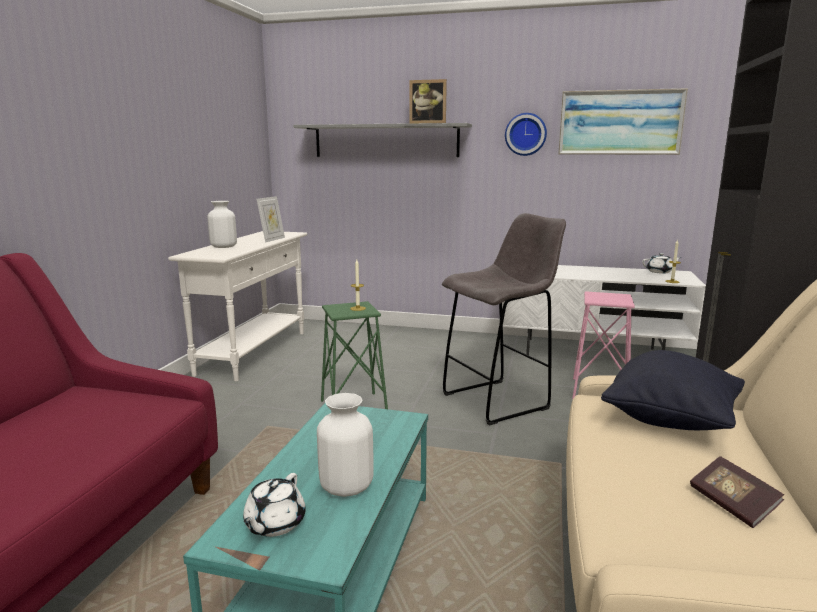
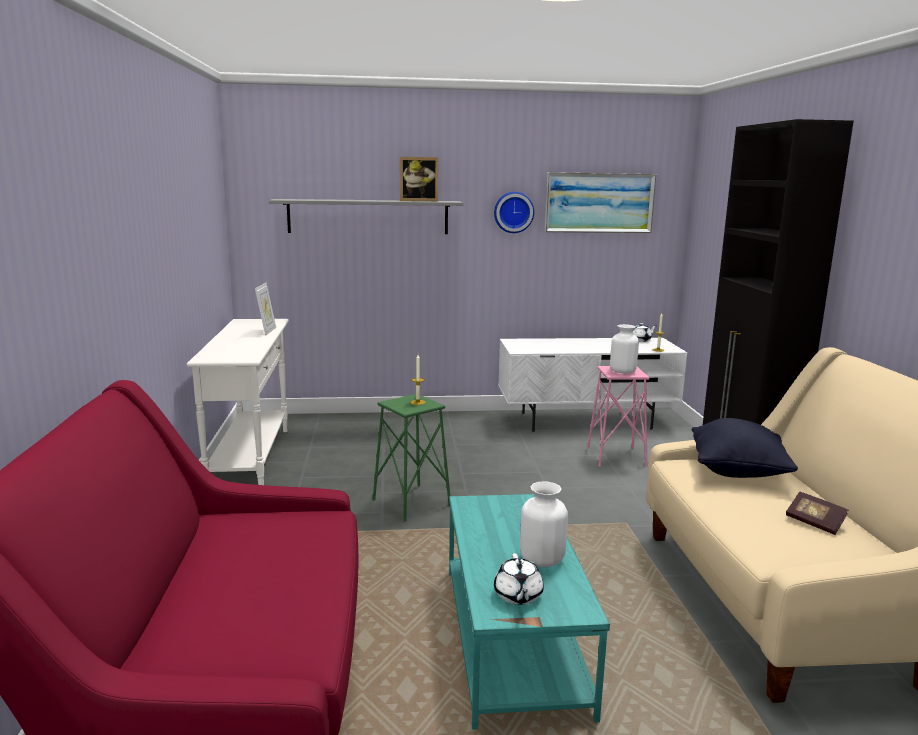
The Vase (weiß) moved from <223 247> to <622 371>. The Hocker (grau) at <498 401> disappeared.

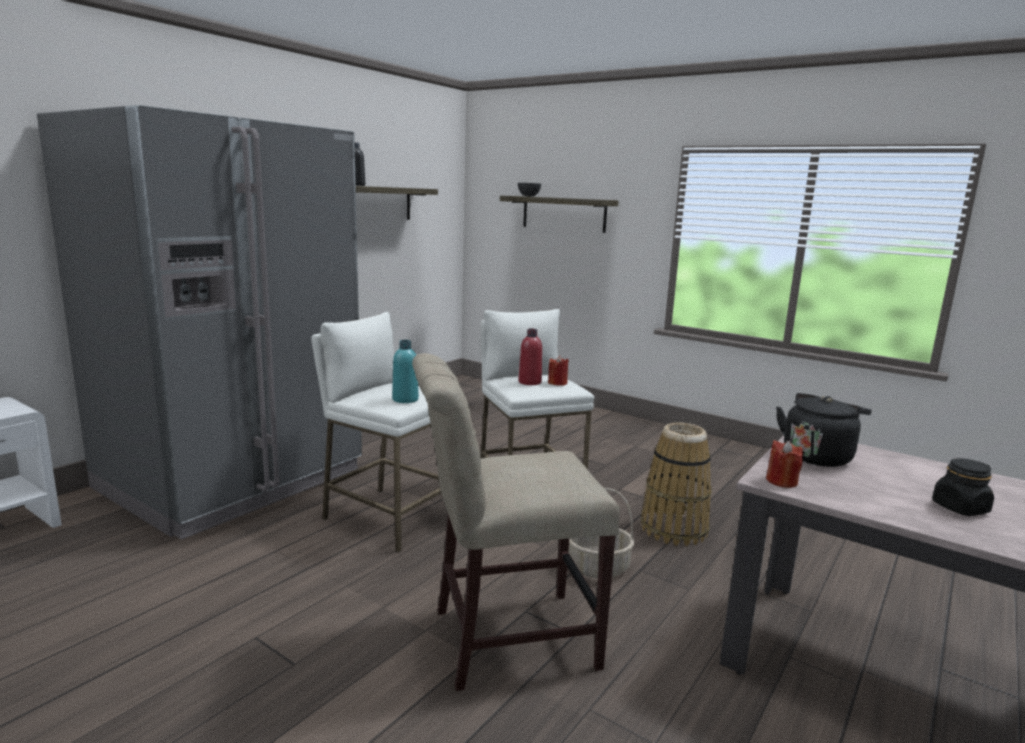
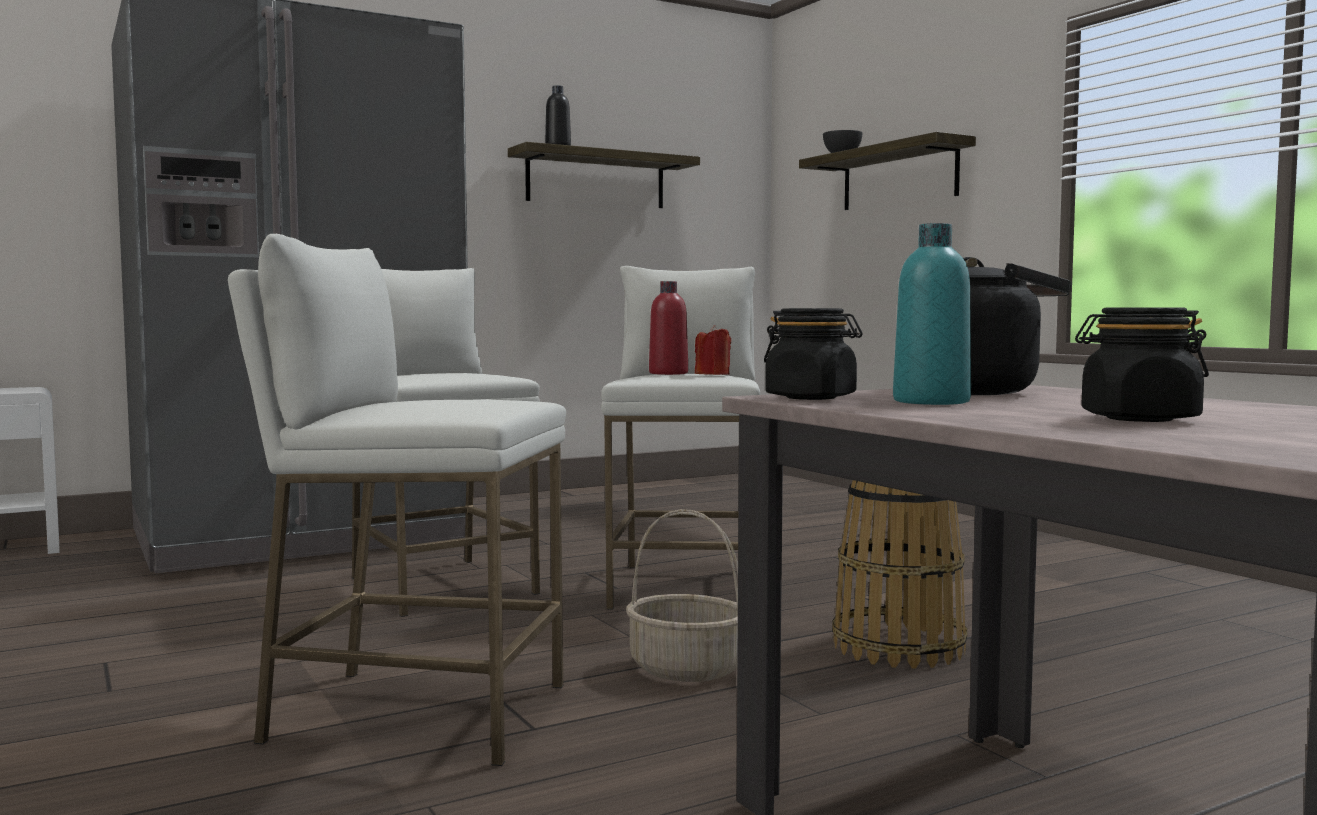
The Stuhl (beige) at <504 638> was replaced by the Hocker (weiß) at <416 714>. The Kerze (rot) at <781 481> was replaced by the Vorratsglas (schwarz) at <811 397>. The Flasche (türkis) moved from <405 399> to <931 401>.

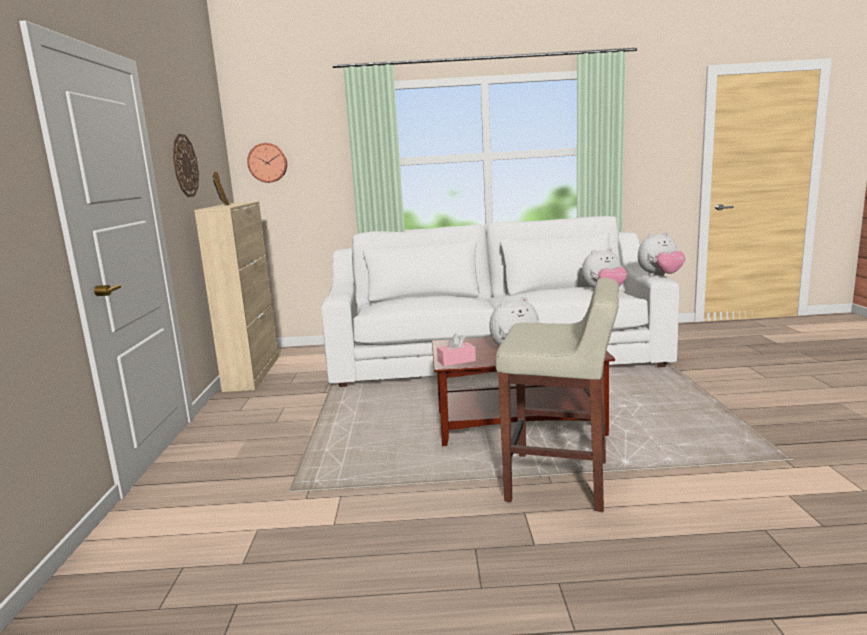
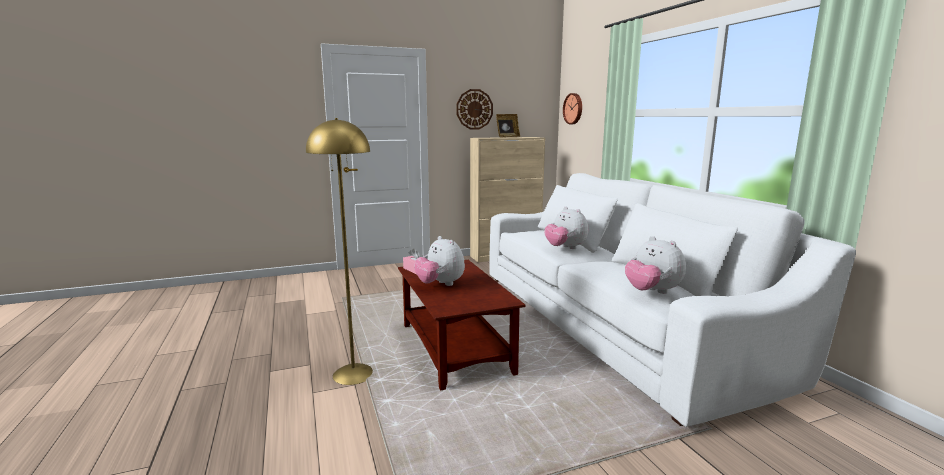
The Hocker (beige) at <560 481> was replaced by the Stehlampe (gelb) at <353 374>. The Plüschtier moved from <660 276> to <565 248>.

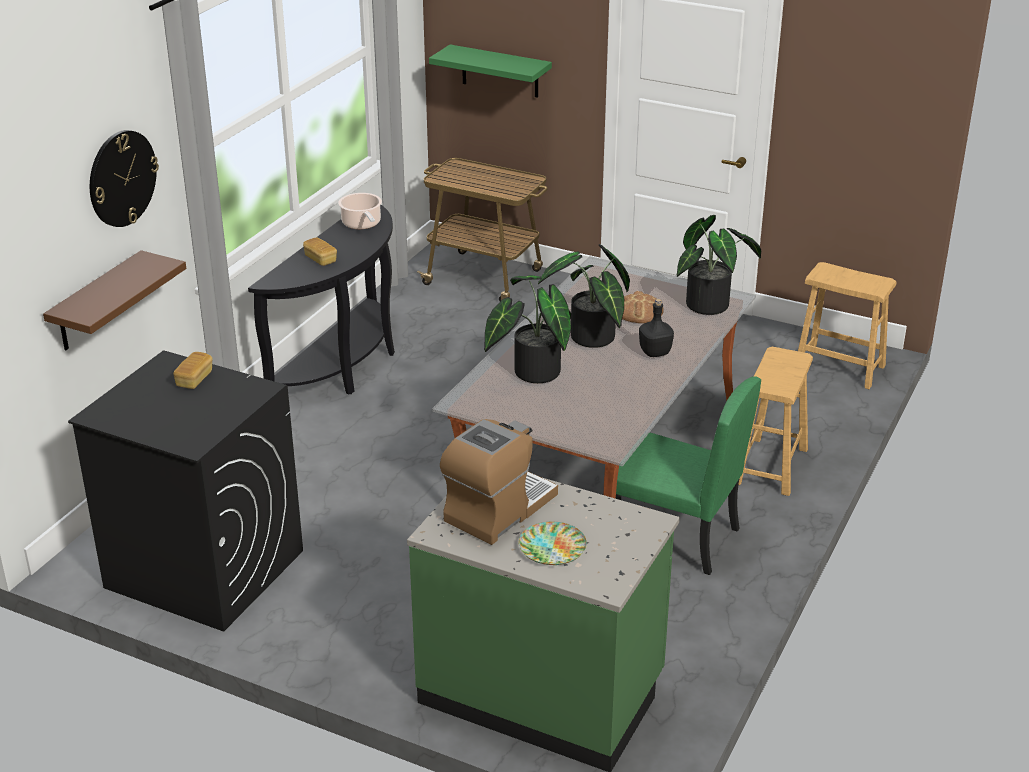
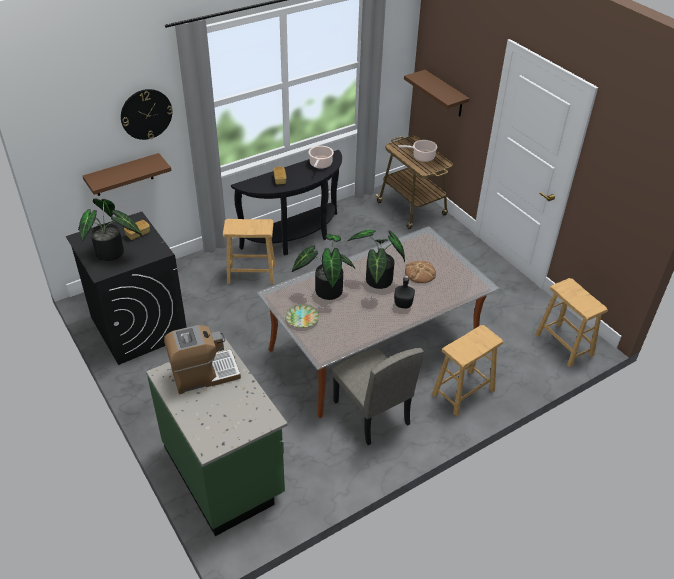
The Topfpflanze moved from <713 305> to <112 254>. The Hocker (braun) at <251 274> appeared. The Teller moved from <551 548> to <302 318>. The Stuhl (grün) at <675 536> became the Stuhl (beige) at <371 413>. The Kochtopf at <422 157> appeared. The Wandregal (grün) at <500 71> became the Wandregal (braun) at <445 94>.

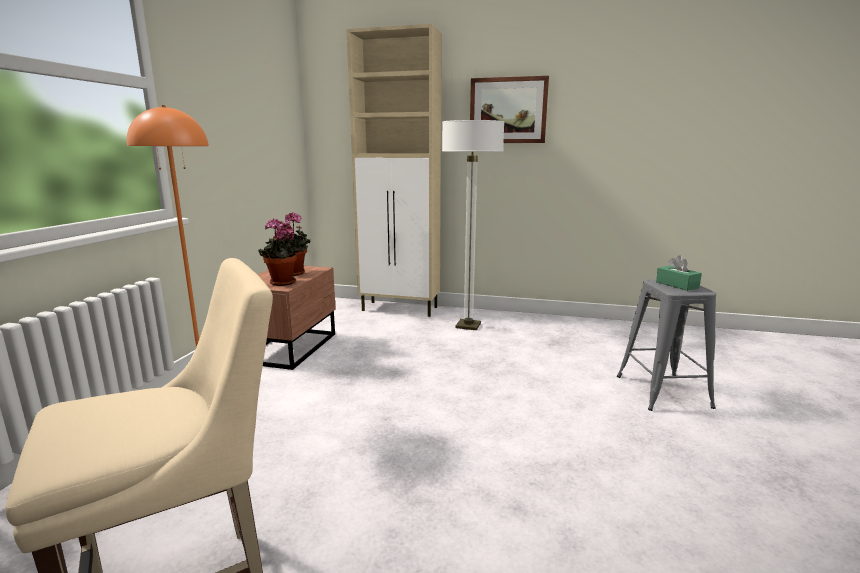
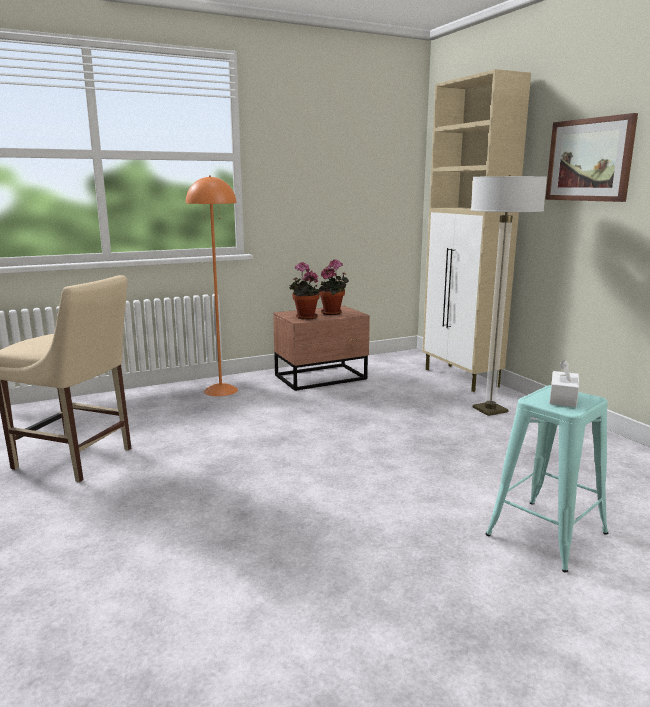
The Hocker (grau) at <662 391> became the Hocker (türkis) at <546 534>. The Taschentuchbox (grün) at <677 285> became the Taschentuchbox (weiß) at <563 398>.

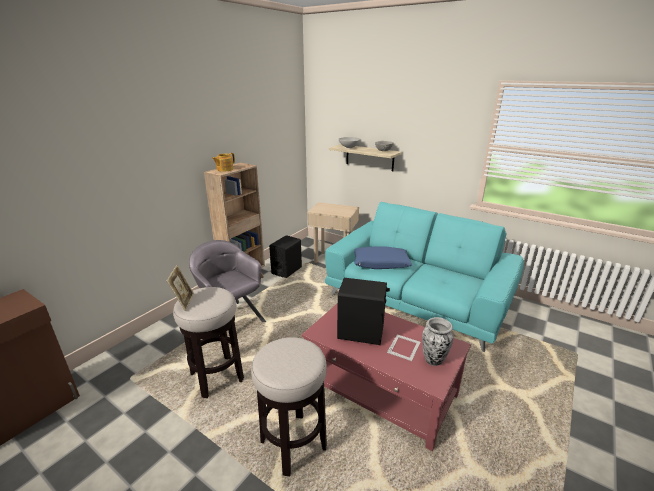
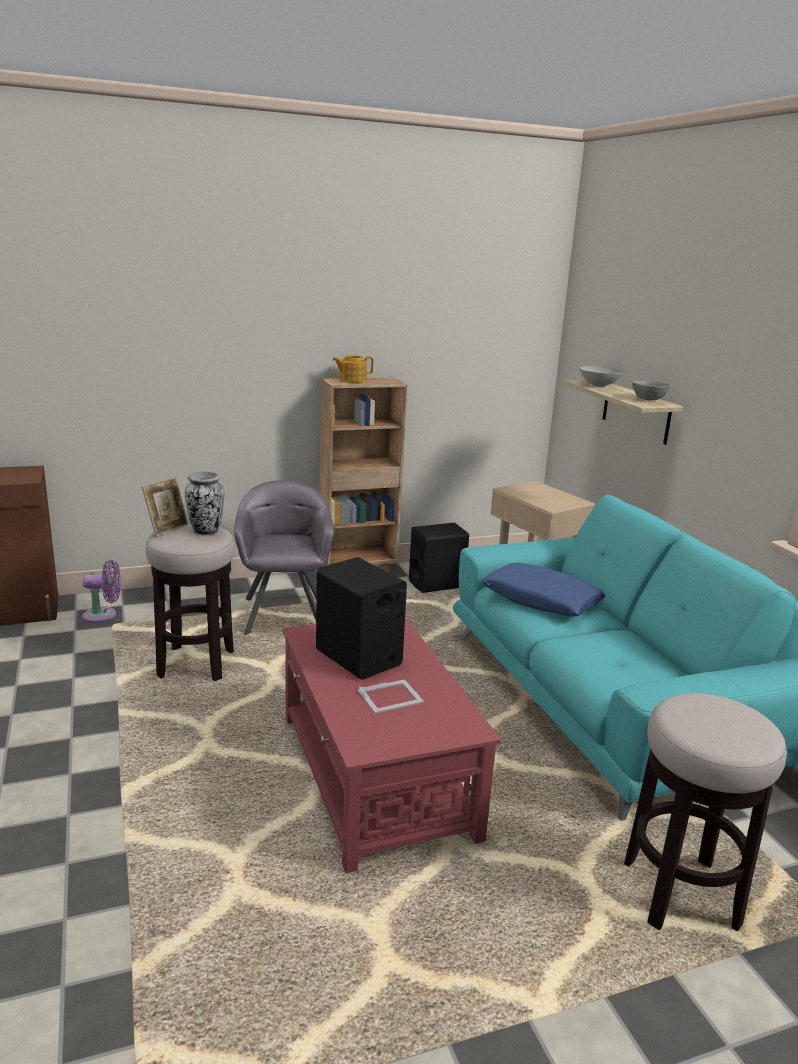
The Ventilator (lila) at <103 615> appeared. The Vase moved from <434 360> to <206 531>. The Hocker moved from <293 444> to <680 894>.

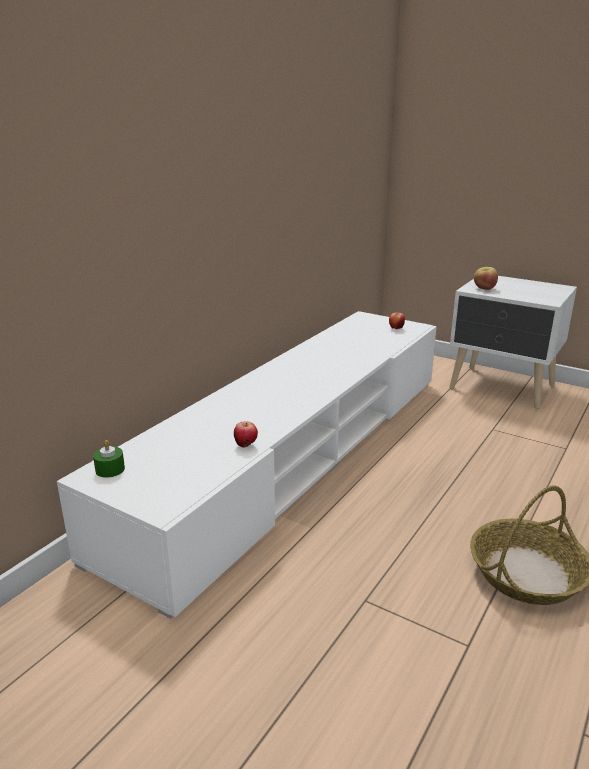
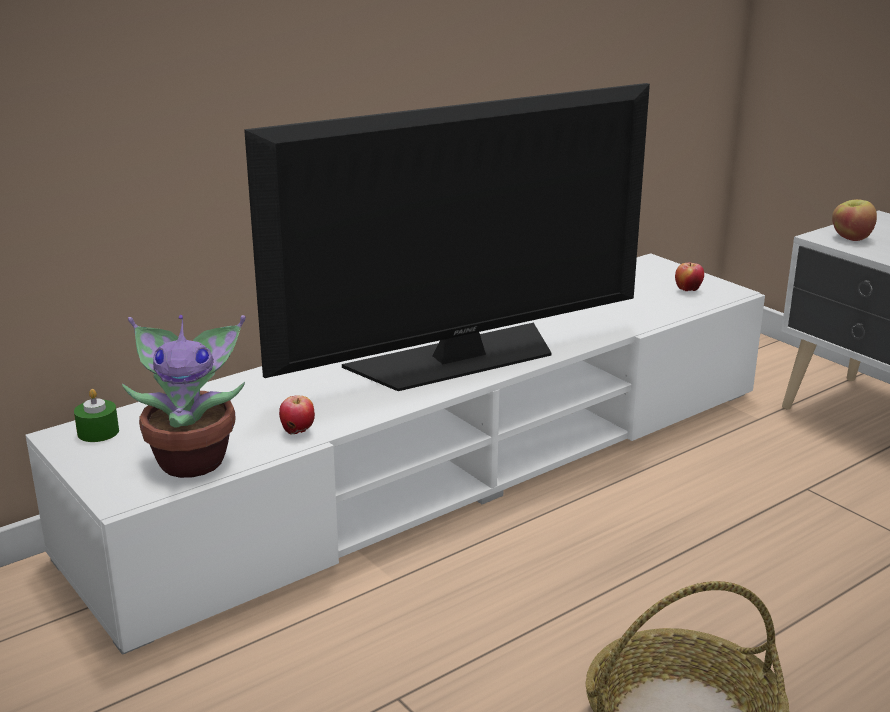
The Topfpflanze at <194 460> appeared. The Fernseher at <459 358> appeared.

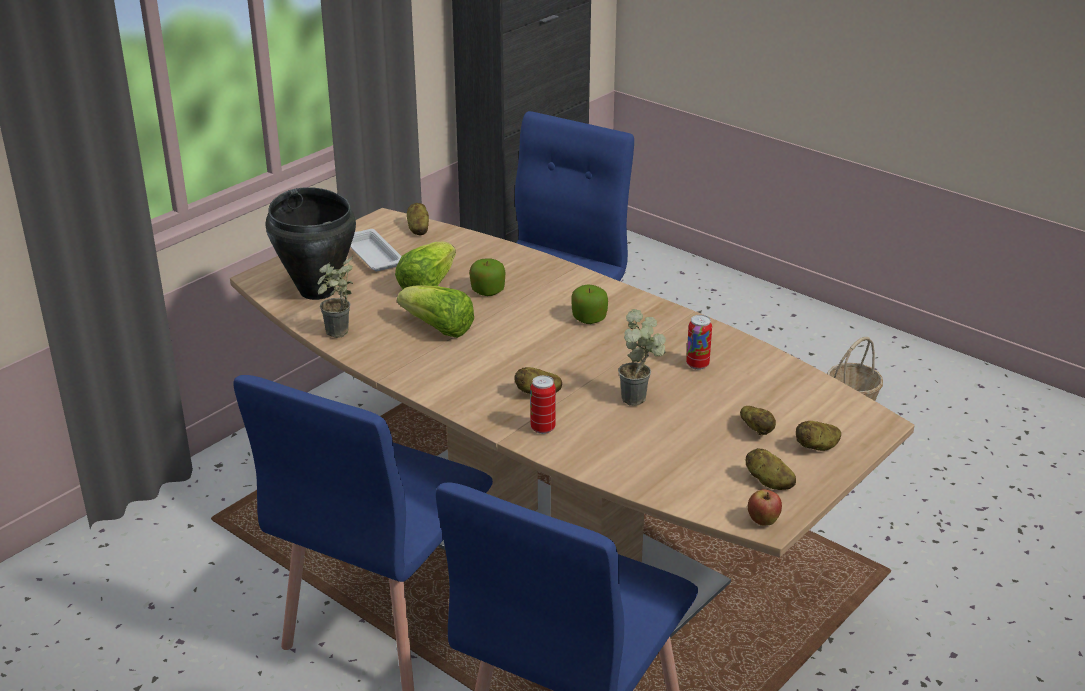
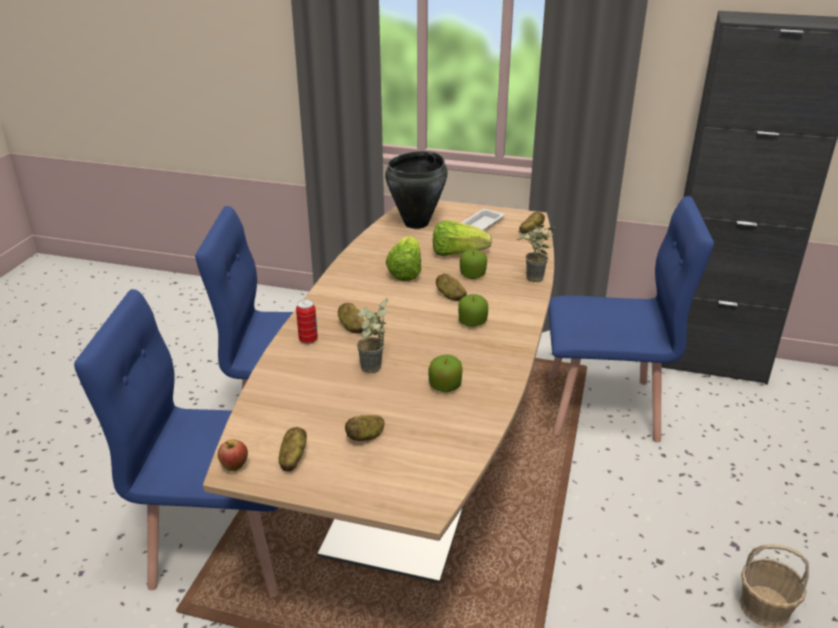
The Dose at <697 365> was replaced by the Apfel at <445 386>. The Kartoffel moved from <817 447> to <450 296>. The Topfpflanze moved from <338 336> to <531 280>.

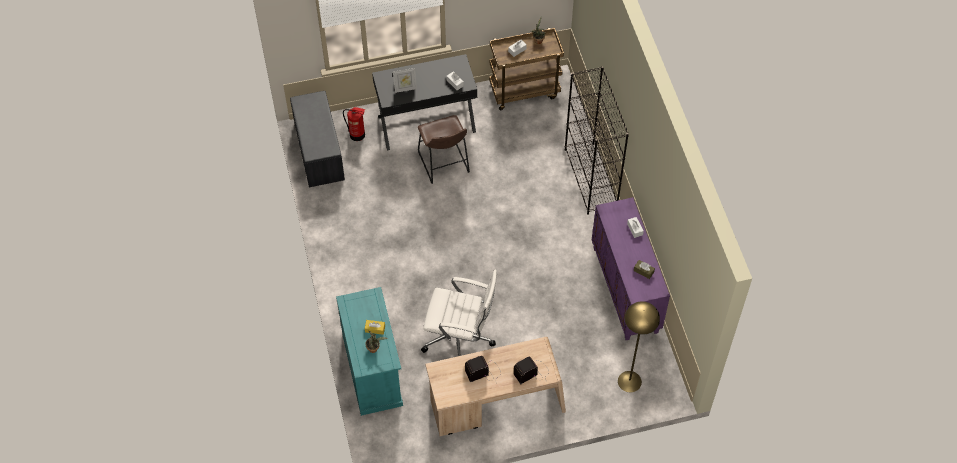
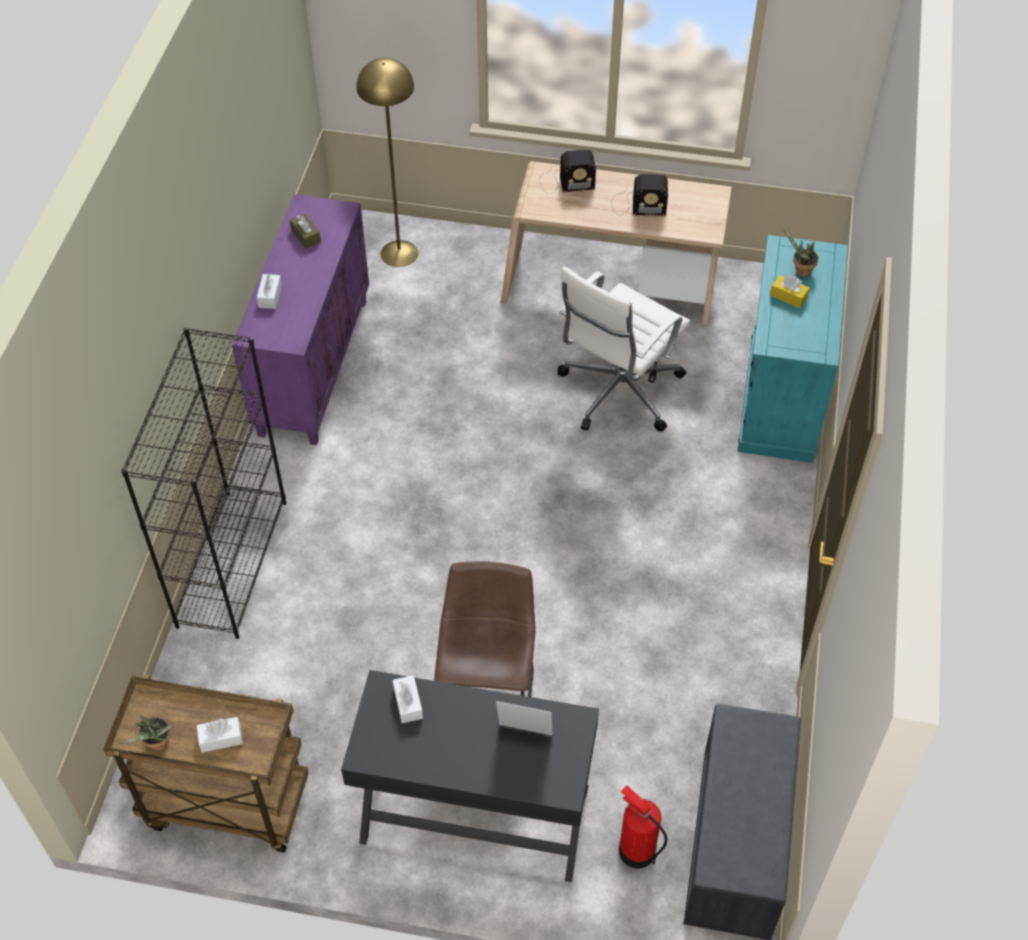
The Bürostuhl (weiß) at <460 339> turned 90 degrees counterclockwise.

